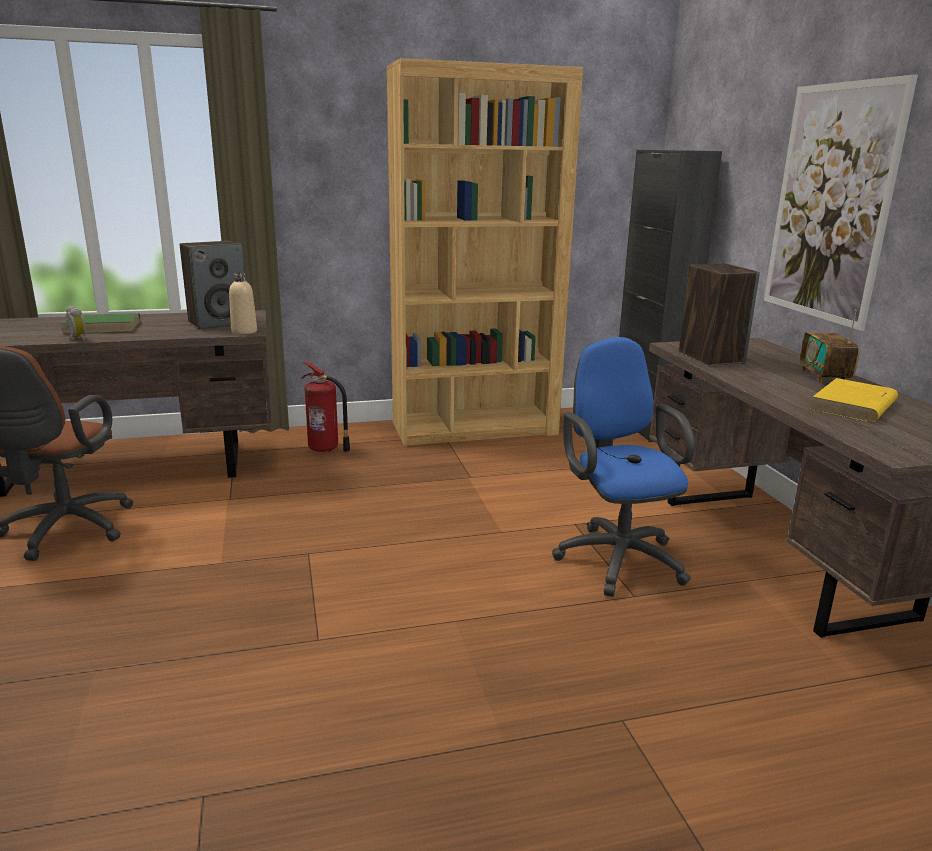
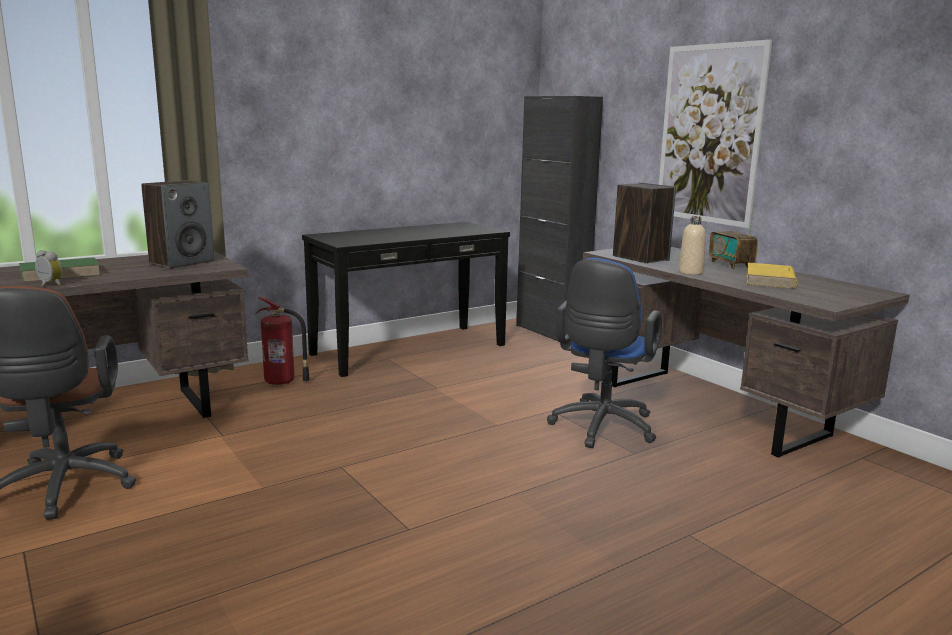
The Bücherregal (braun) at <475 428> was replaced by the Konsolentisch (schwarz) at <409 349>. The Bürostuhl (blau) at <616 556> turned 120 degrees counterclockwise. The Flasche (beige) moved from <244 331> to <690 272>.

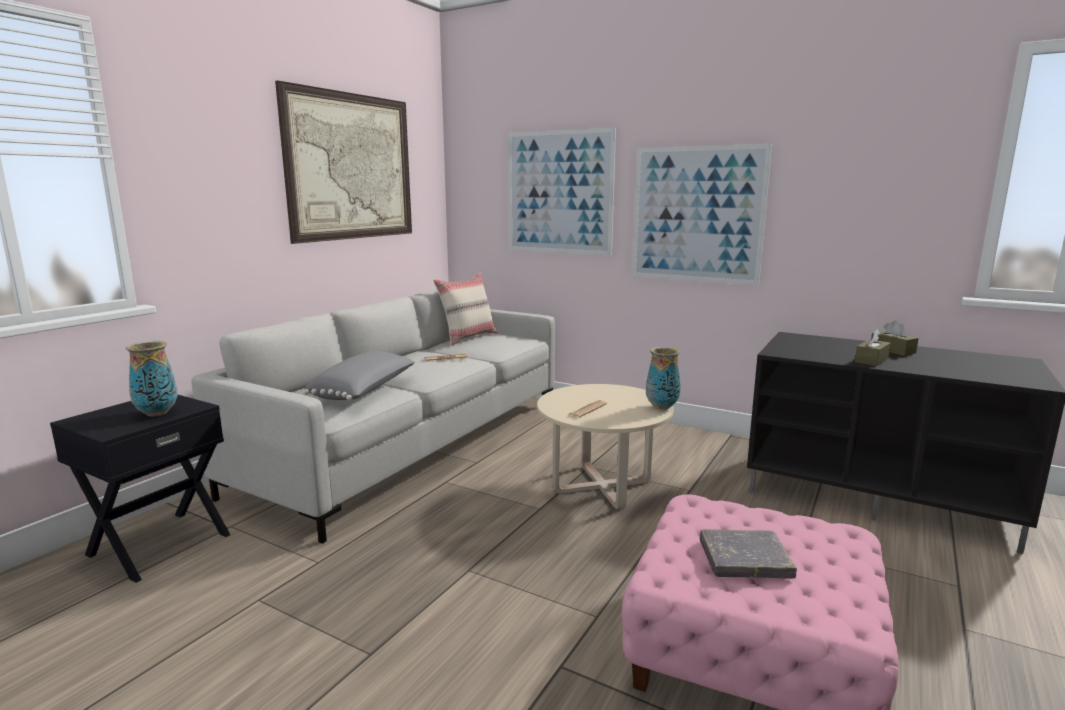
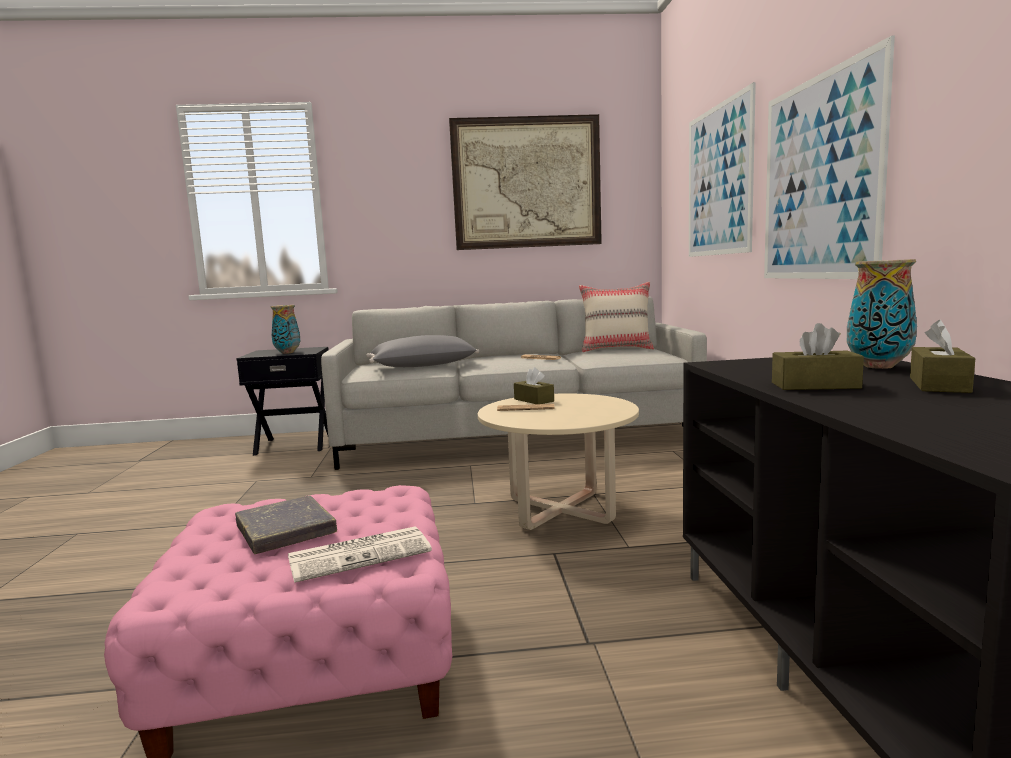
The Zeitung at <361 554> appeared. The Taschentuchbox (braun) at <534 400> appeared. The Vase moved from <662 407> to <879 366>.

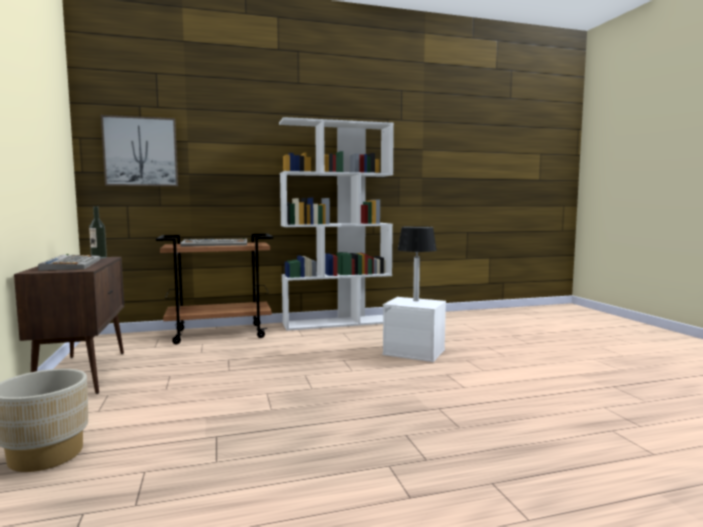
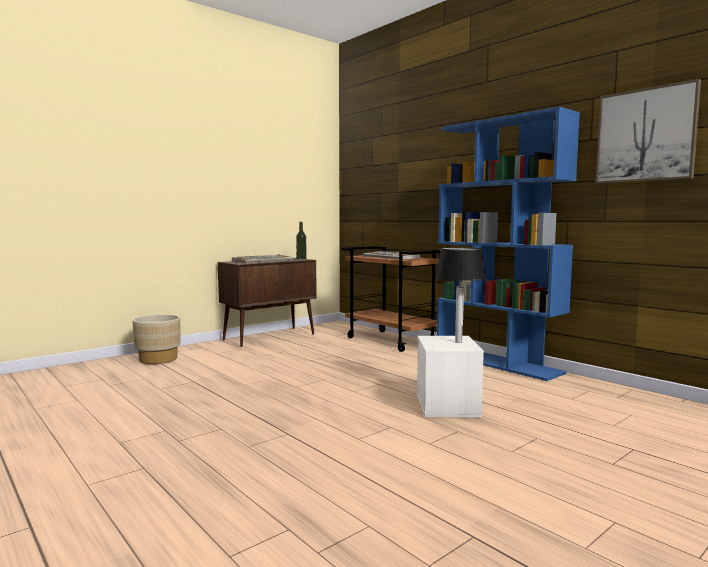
The Bücherregal (weiß) at <337 323> became the Bücherregal (blau) at <498 363>. The Bild moved from <141 152> to <645 135>.

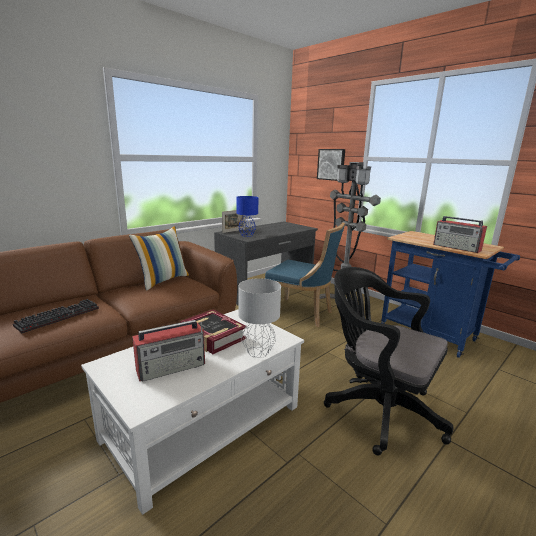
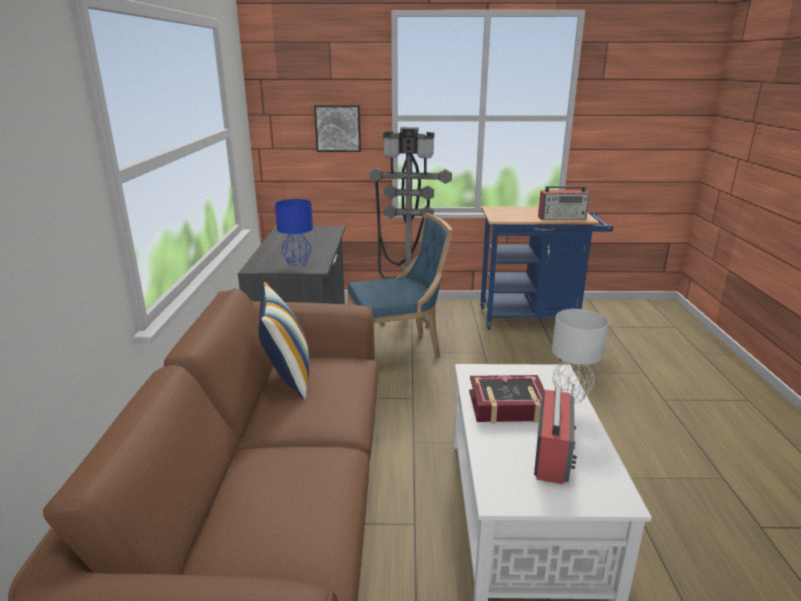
The Tastatur at <59 316> disappeared. The Bilderrahmen at <234 231> disappeared. The Bürostuhl (schwarz) at <378 409> disappeared.

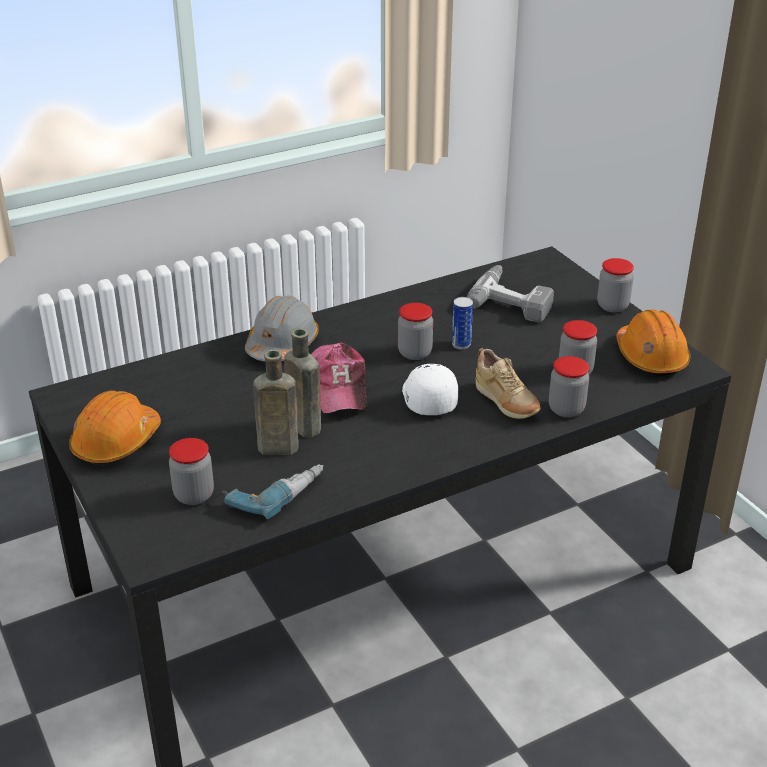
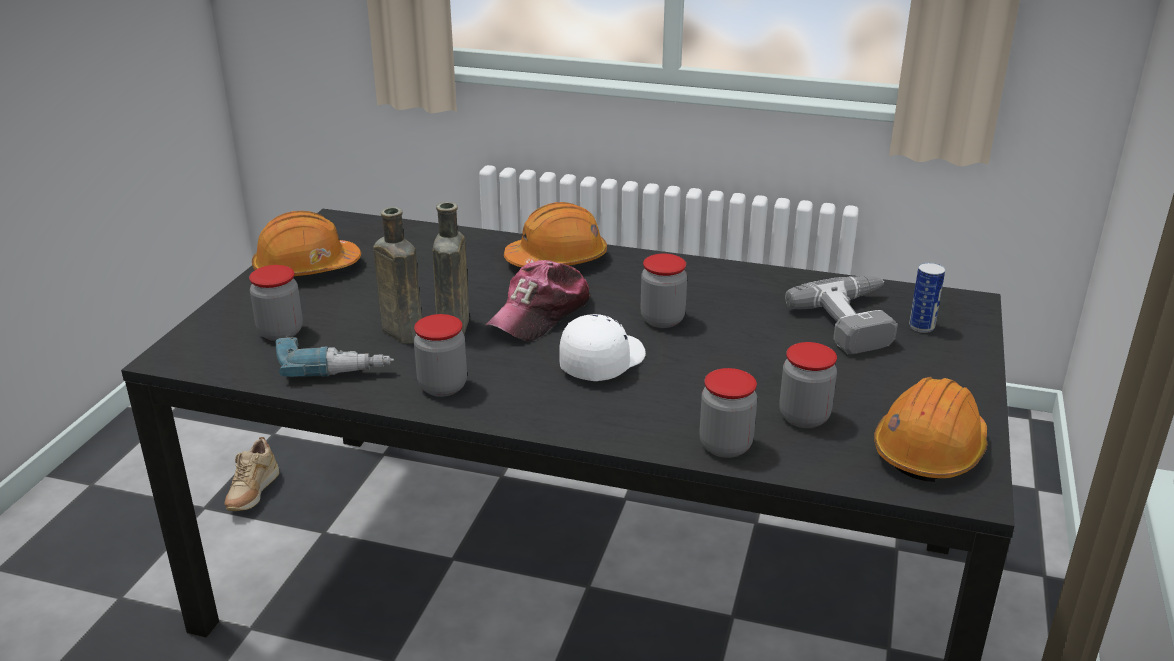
The Schuh (beige) moved from <505 404> to <252 495>. The Vorratsglas moved from <612 306> to <443 386>. The Schutzhelm (grau) at <282 344> became the Schutzhelm (orange) at <557 260>. The Dose moved from <461 344> to <921 327>.

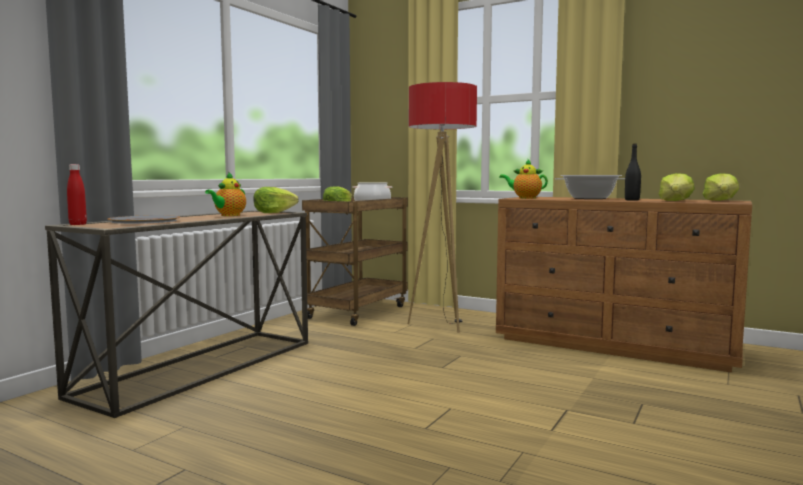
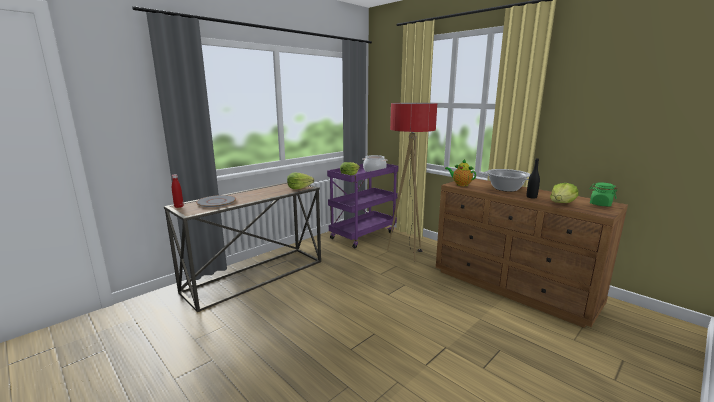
The Rollwagen (braun) at <358 311> became the Rollwagen (lila) at <363 235>. The Salatkopf at <721 200> was replaced by the Vorratsglas (grün) at <600 204>. The Teekanne at <228 215> disappeared.

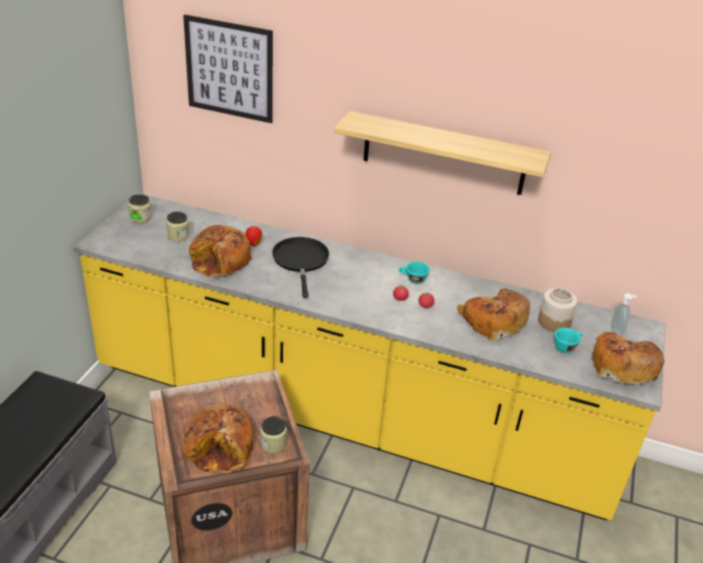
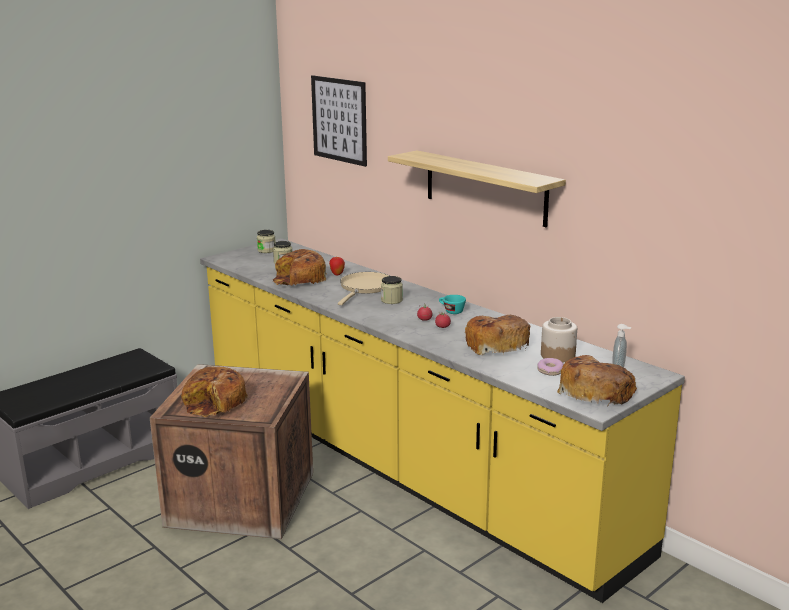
The Pfanne (schwarz) at <301 261> became the Pfanne (beige) at <365 288>. The Vorratsglas moved from <273 444> to <391 300>. The Tasse (türkis) at <566 346> was replaced by the Donut at <550 371>.

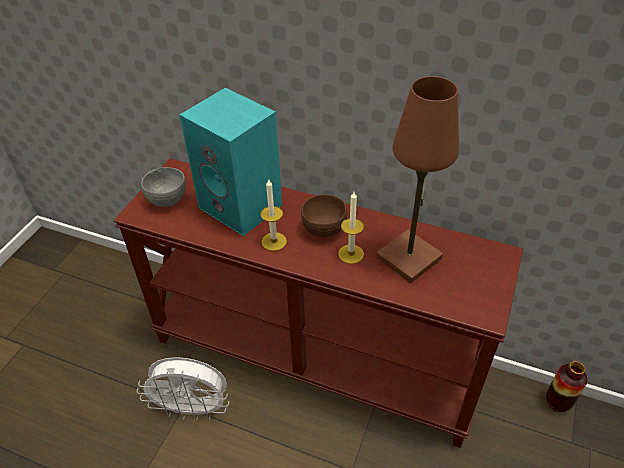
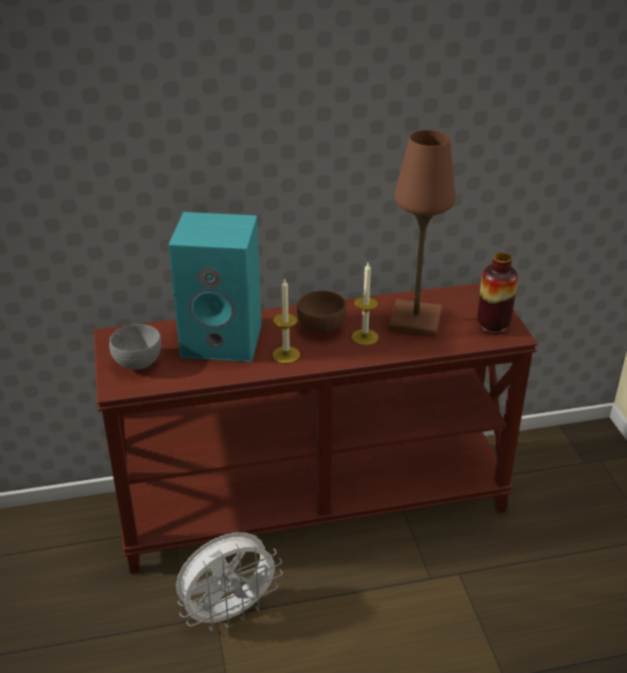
The Vase moved from <558 402> to <493 326>.

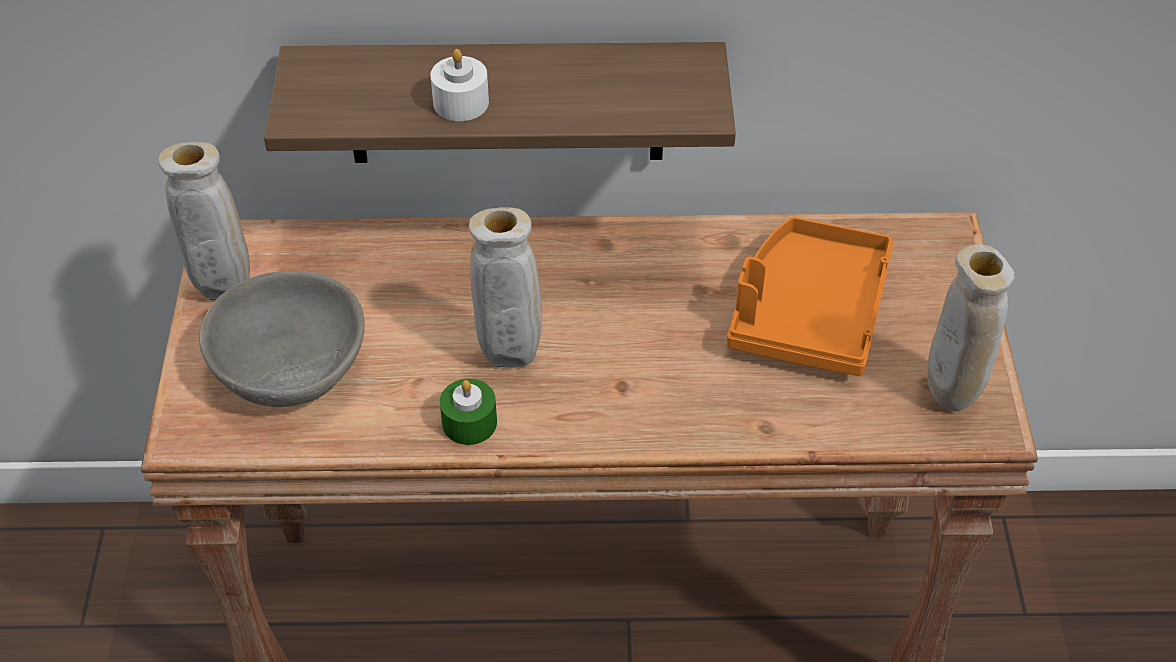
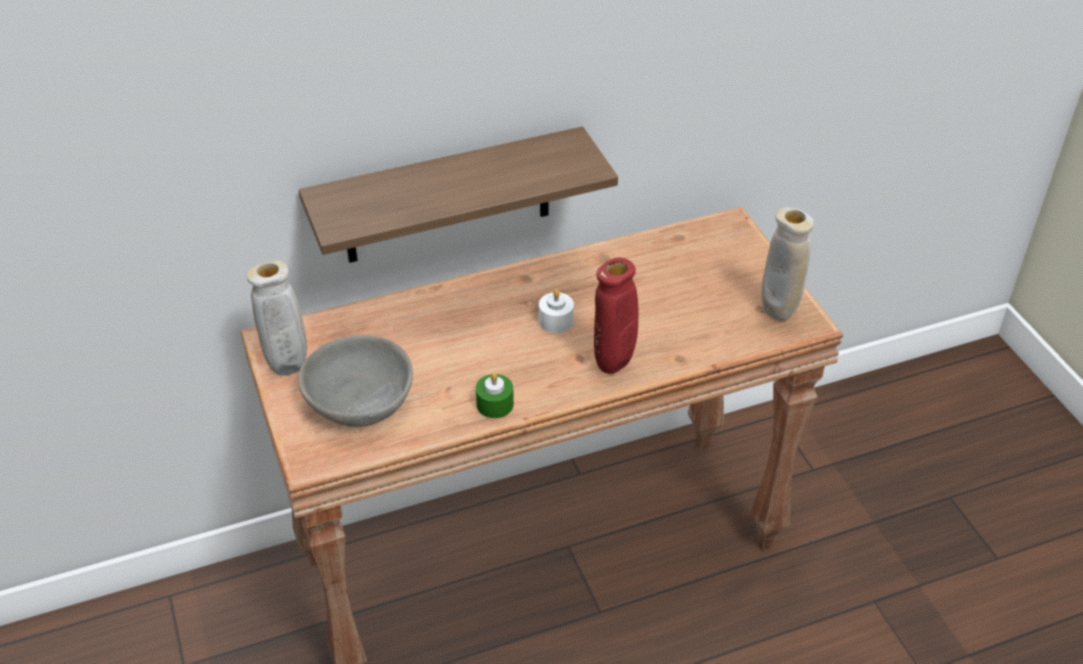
The Kerze (weiß) moved from <461 102> to <556 321>. The Vase (rot) at <613 367> appeared. The Vase (beige) at <510 359> disappeared. The Tablett (orange) at <808 312> disappeared.

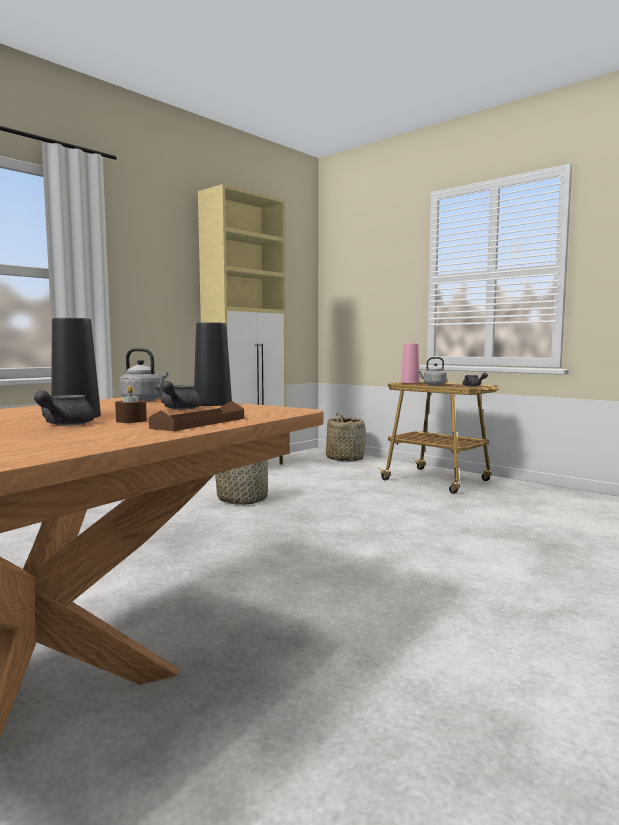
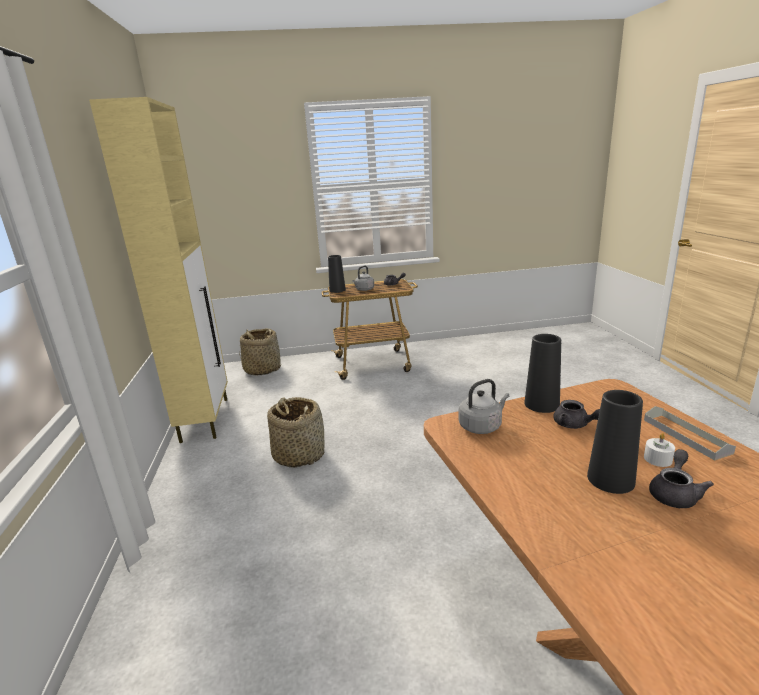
The Vase (rosa) at <410 382> became the Vase (schwarz) at <337 290>. The Tablett (braun) at <199 423> became the Tablett (grau) at <686 436>. The Kerze (braun) at <131 420> became the Kerze (weiß) at <657 459>. The Teekanne (grau) at <63 424> turned 105 degrees counterclockwise.

